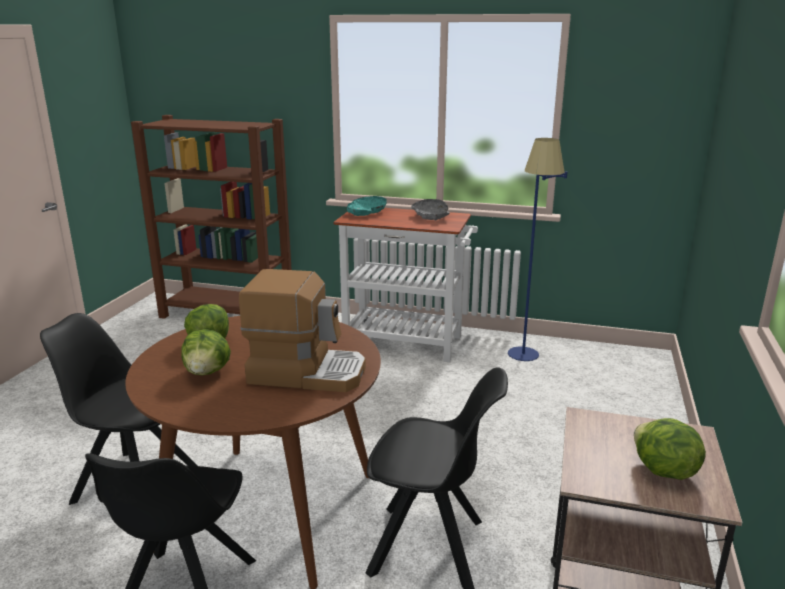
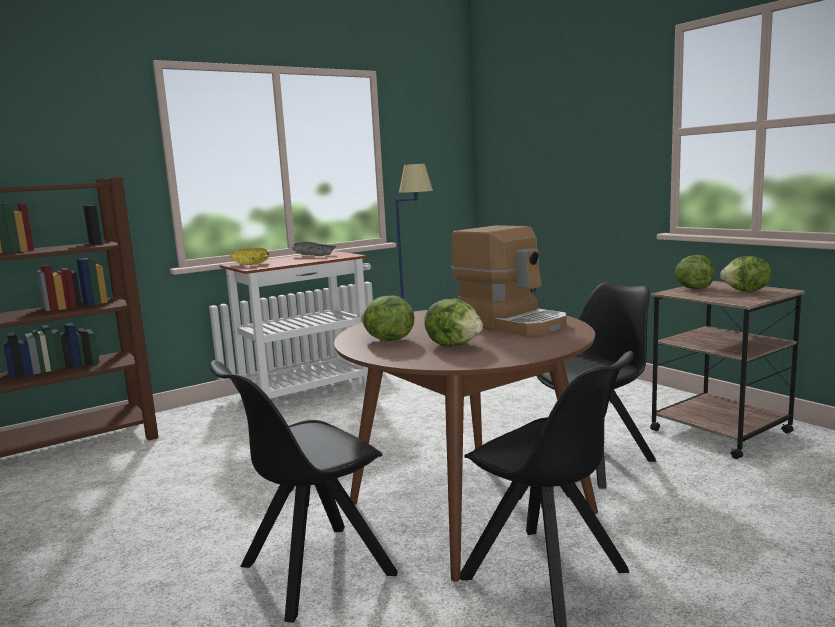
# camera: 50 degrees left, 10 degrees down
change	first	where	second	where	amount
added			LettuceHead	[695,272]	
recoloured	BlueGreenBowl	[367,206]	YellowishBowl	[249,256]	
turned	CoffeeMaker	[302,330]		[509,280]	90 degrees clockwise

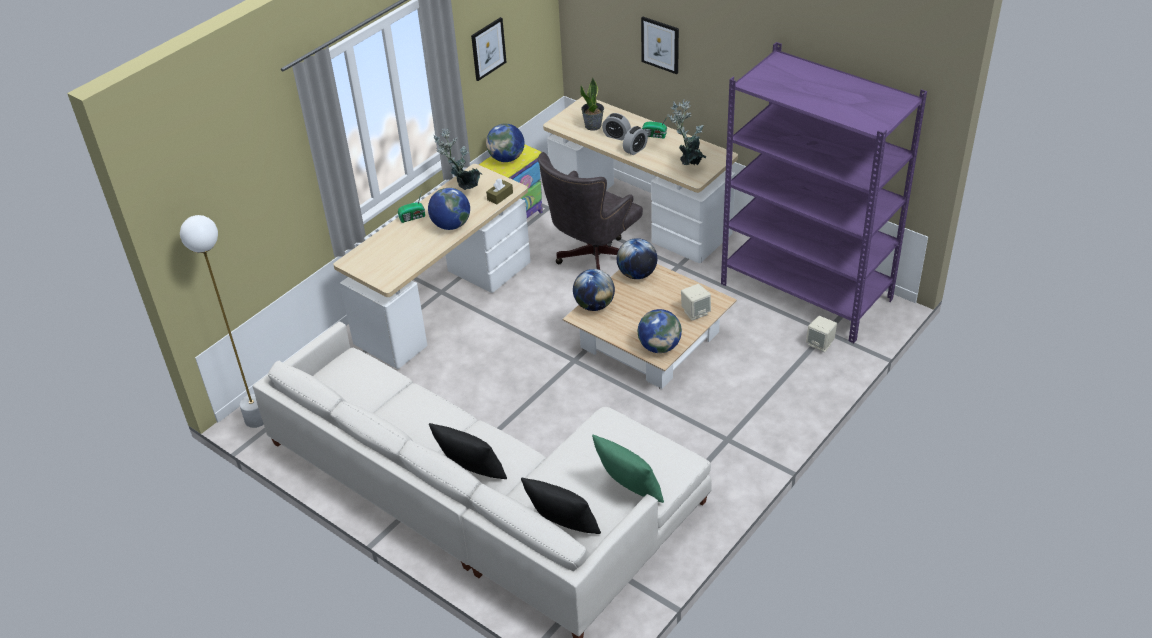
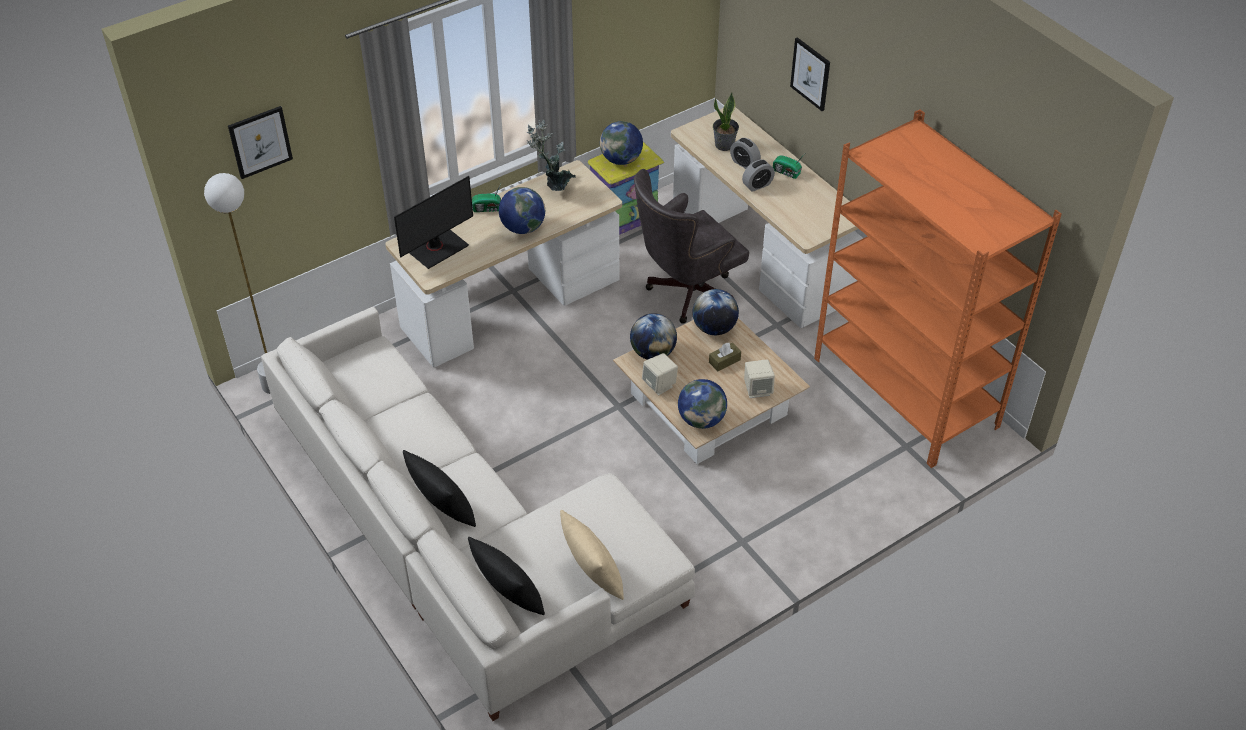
# camera: 15 degrees right, 5 degrees up
change	first	where	second	where	amount
removed	Houseplant	[687,132]			
added			Monitor	[433,222]	
moved	Picture	[489,49]		[260,142]	
moved	BrownTissueHolder	[499,191]		[725,357]	
moved	SandColouredSpeaker	[821,334]		[660,374]	
recoloured	GreenColouredThrowPillow	[628,468]	SandColouredThrowPillow	[592,555]	
recoloured	PurplishShelvingUnit	[824,192]	OrangeShelvingUnit	[937,289]	

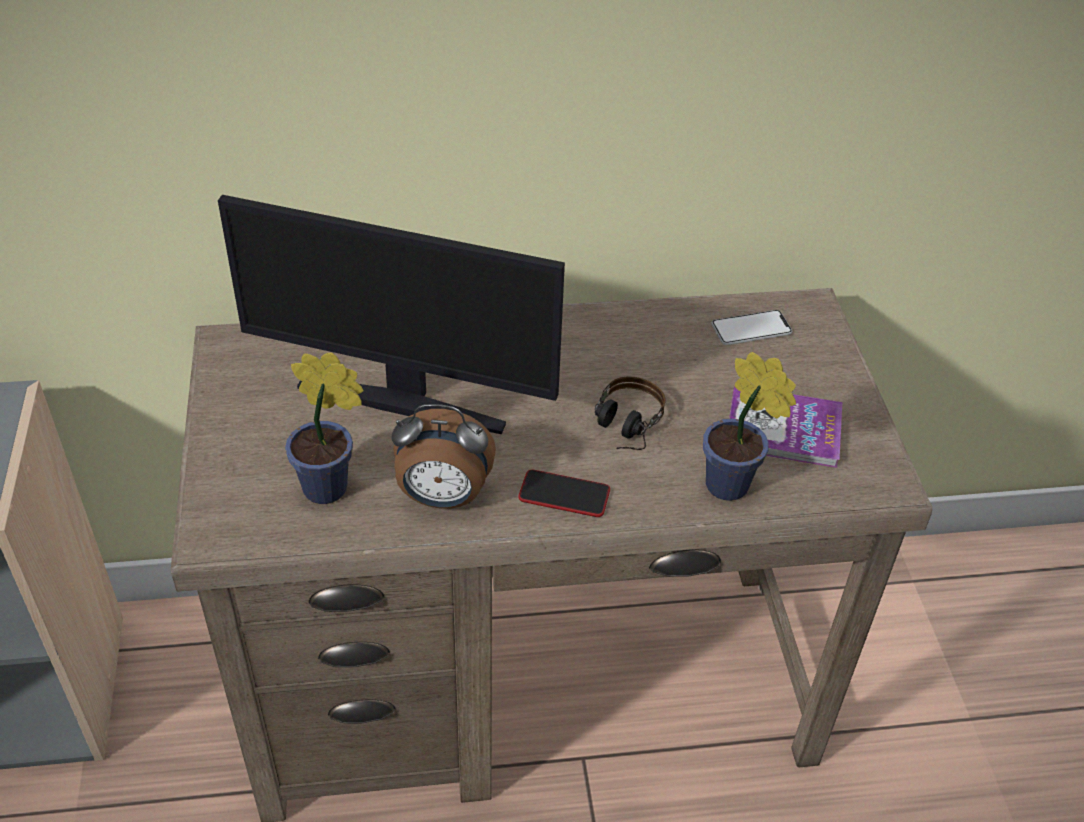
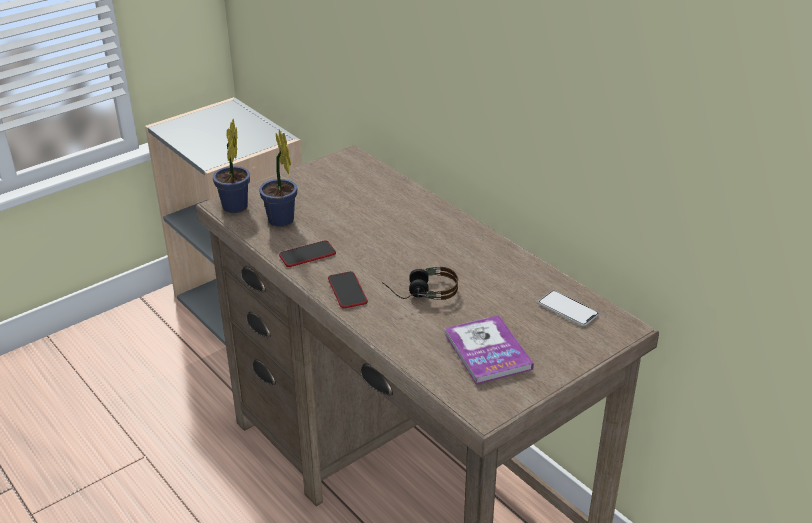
# camera: 60 degrees right, 10 degrees down
change	first	where	second	where	amount
removed	Monitor	[391,314]			
moved	Houseplant	[749,426]		[231,166]	
replaced	TableClock	[444,456]	Handset	[307,253]	

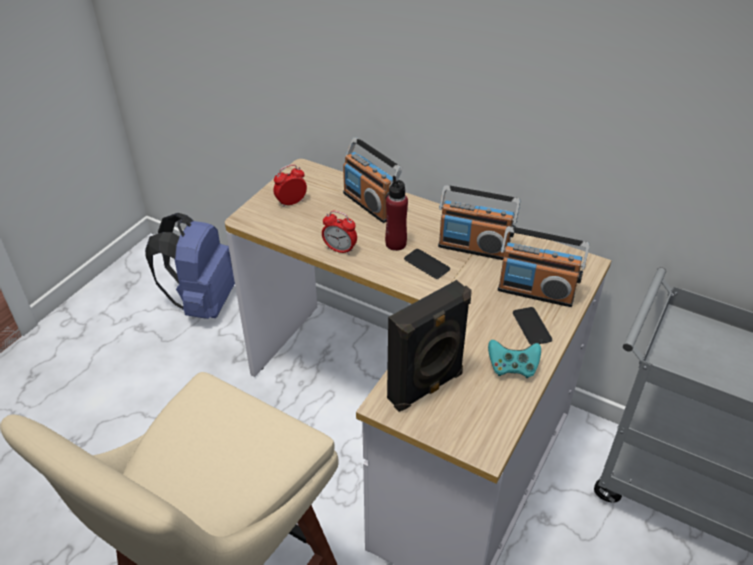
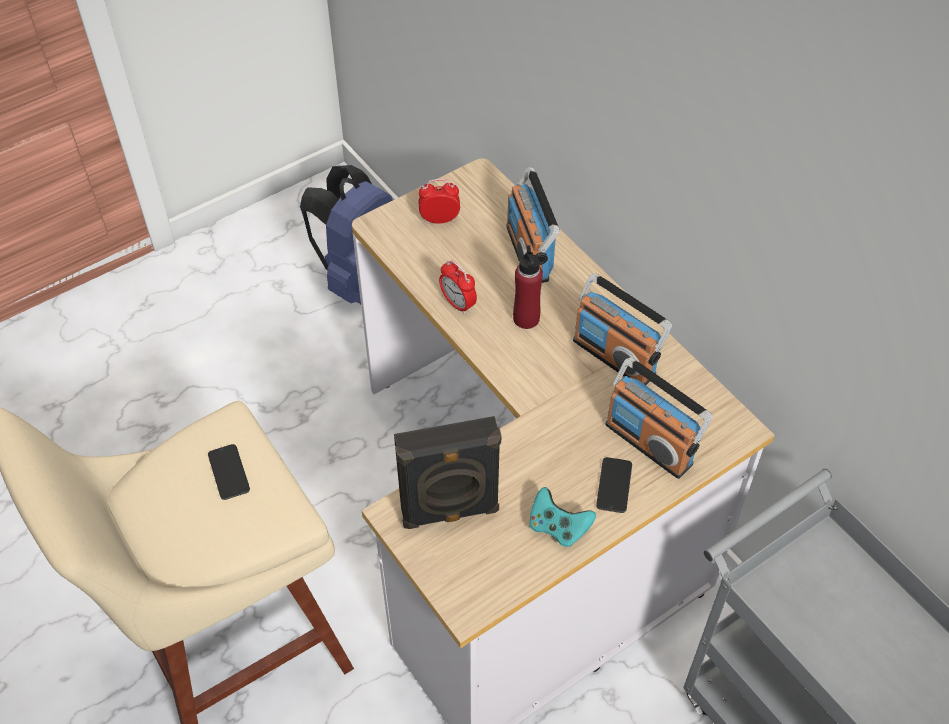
# camera: 25 degrees right, 10 degrees up
change	first	where	second	where	amount
moved	Handset	[427,264]		[229,472]	

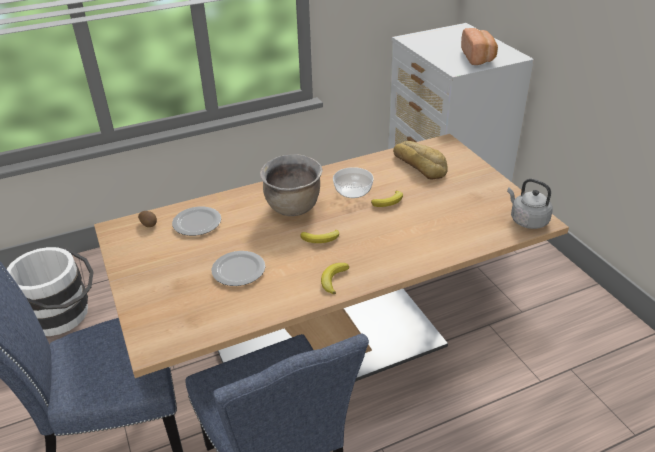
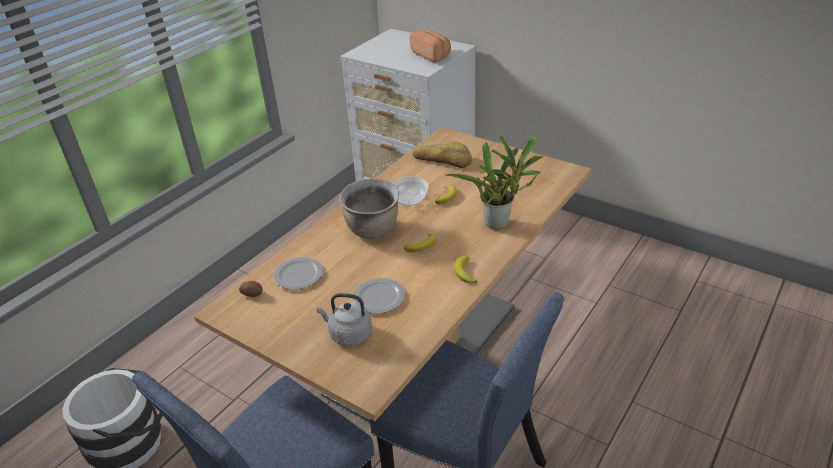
# camera: 30 degrees left, 0 degrees up
change	first	where	second	where	amount
added			Houseplant	[494,183]	
moved	GreyWaterKettle	[530,204]		[344,319]	

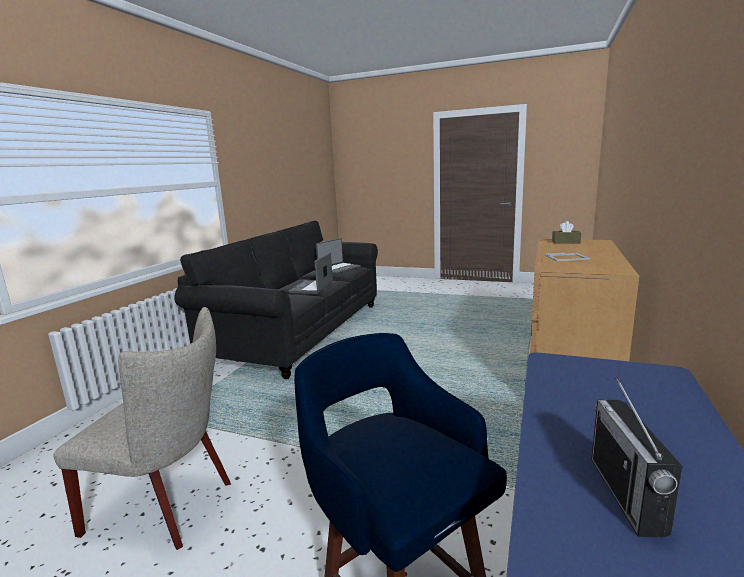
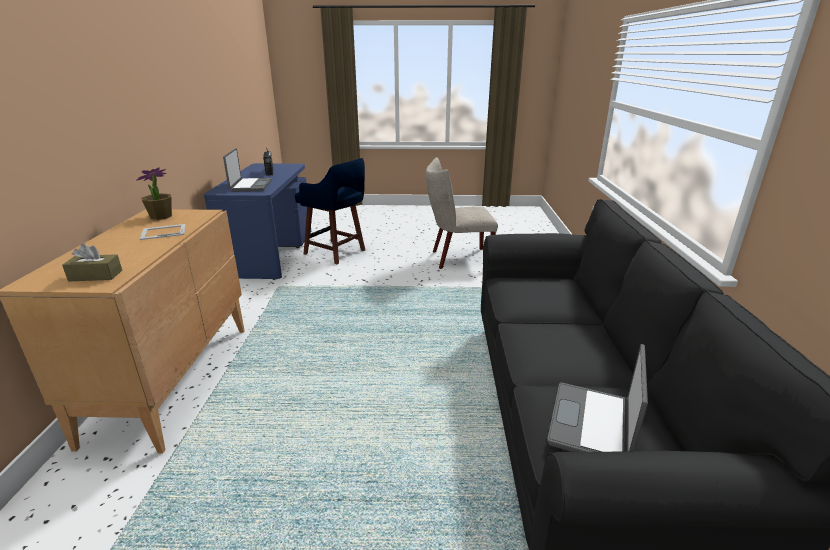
# camera: 160 degrees right, 10 degrees up
change	first	where	second	where	amount
added			Houseplant	[154,194]	
moved	Laptop	[311,273]		[247,170]	

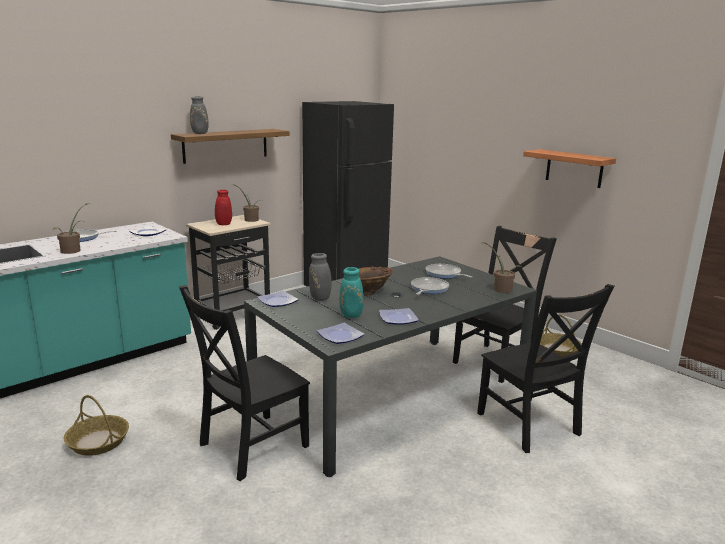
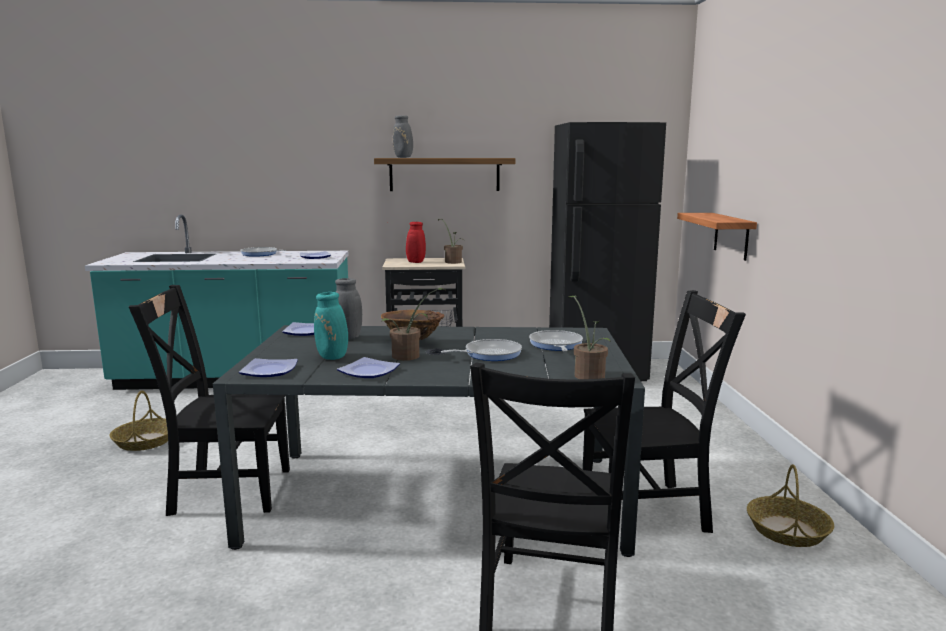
# camera: 40 degrees right, 5 degrees down
change	first	where	second	where	amount
moved	Houseplant	[73,228]		[413,324]	
moved	BracketShelf	[569,168]		[717,237]	

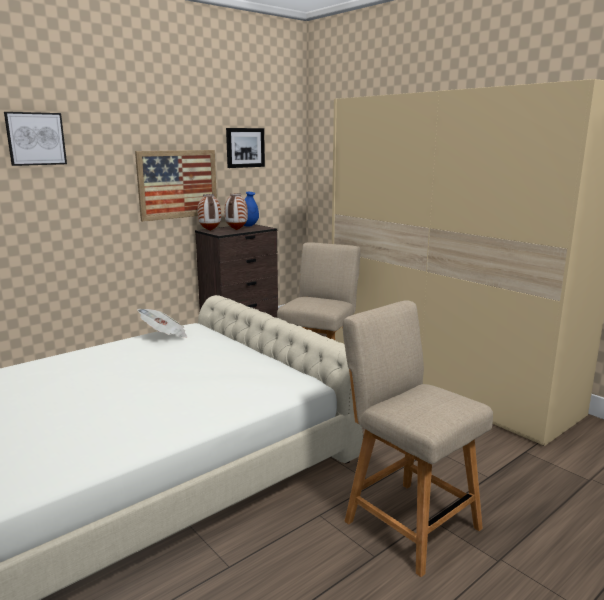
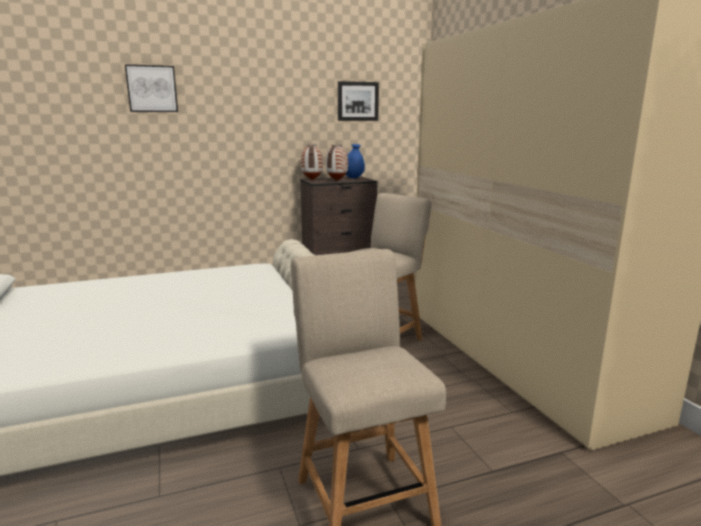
# camera: 20 degrees right, 0 degrees up
change	first	where	second	where	amount
removed	Picture	[176,186]			
removed	DailyPaper	[162,323]			

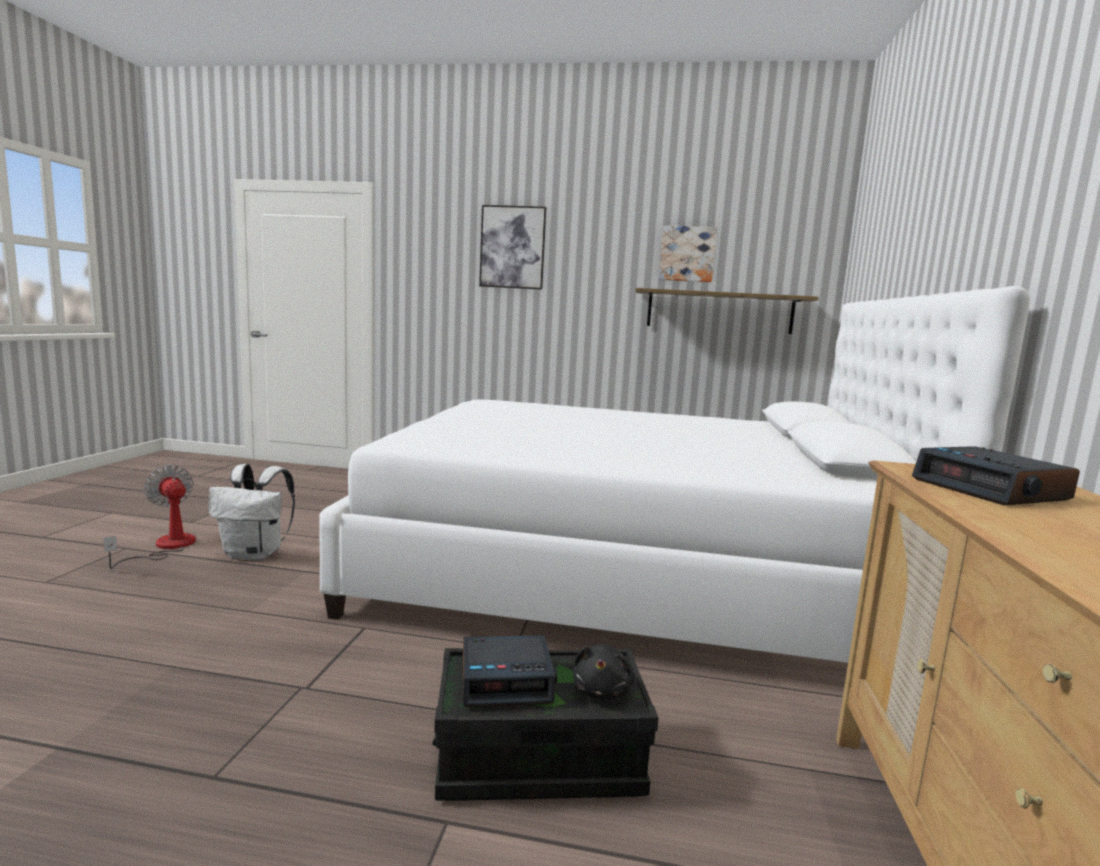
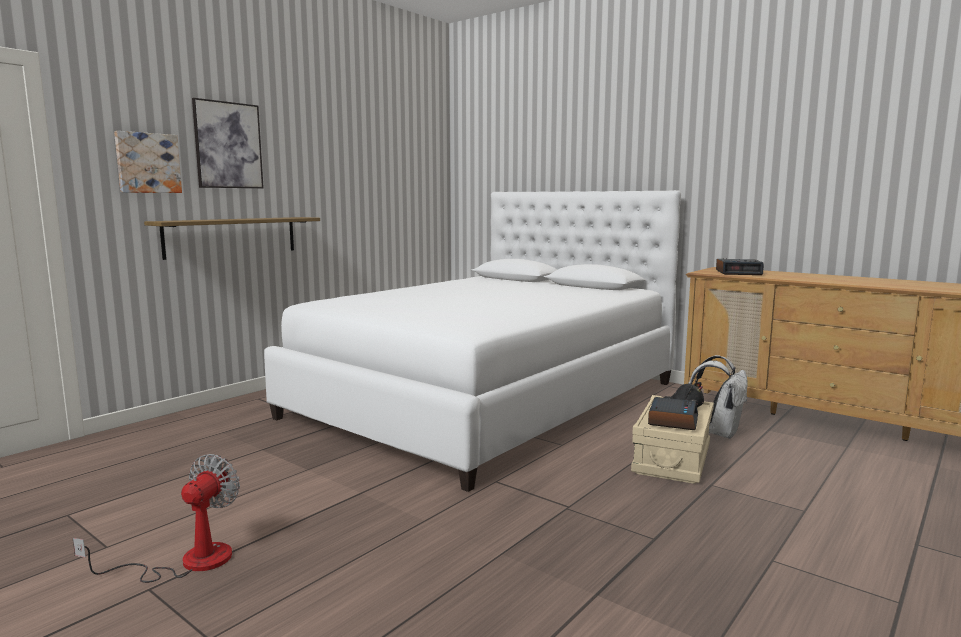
# camera: 60 degrees left, 0 degrees up
change	first	where	second	where	amount
moved	WhiteBackpack	[251,512]		[718,397]	
moved	BracketShelf	[727,311]		[232,238]	
moved	Picture	[688,253]		[148,162]	
recoloured	BlackishStorageBin	[545,724]	SandColouredStorageBin	[672,439]	
turned	ElectricFan	[149,517]		[156,518]	120 degrees clockwise

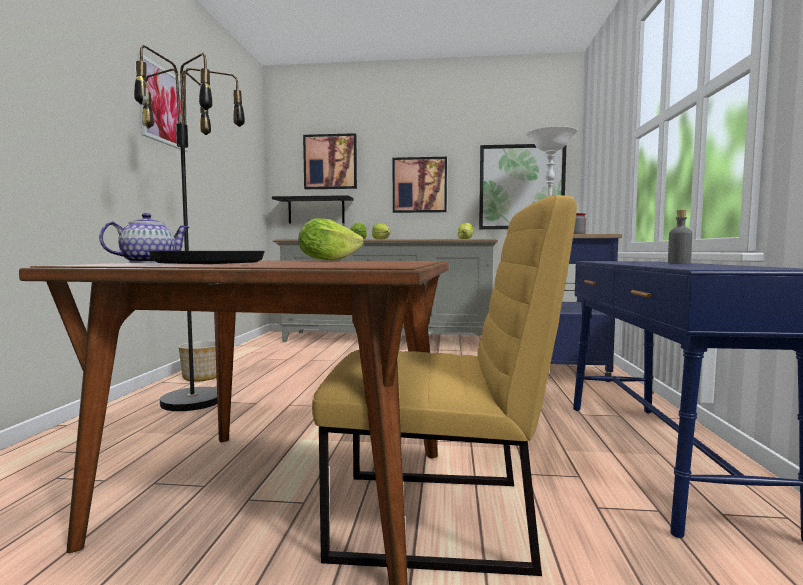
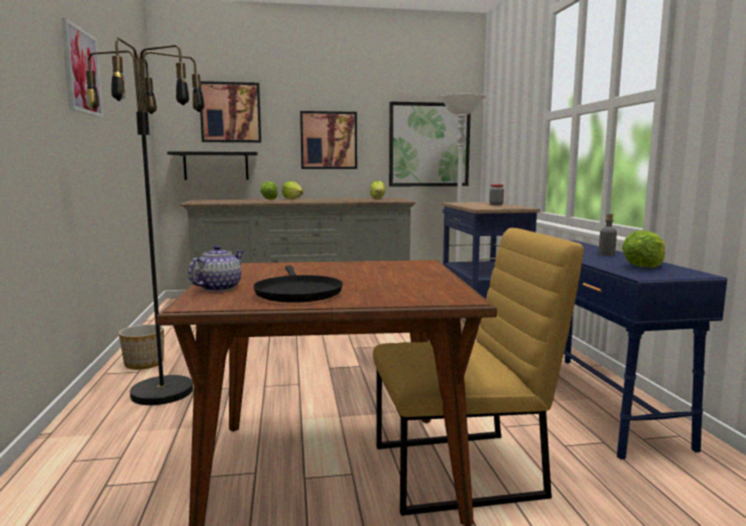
# camera: 15 degrees left, 5 degrees up
change	first	where	second	where	amount
moved	LettuceHead	[331,239]		[643,249]	

